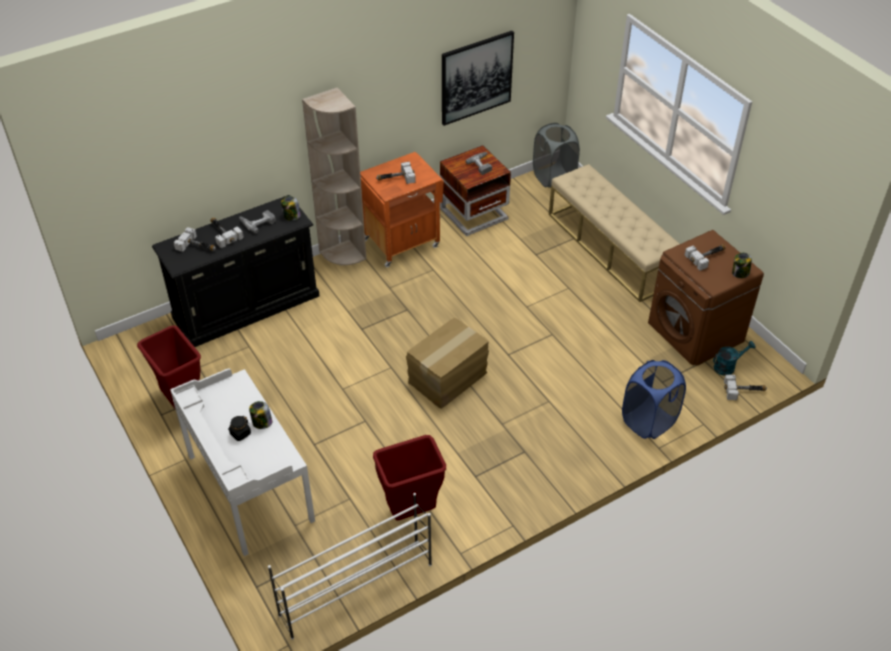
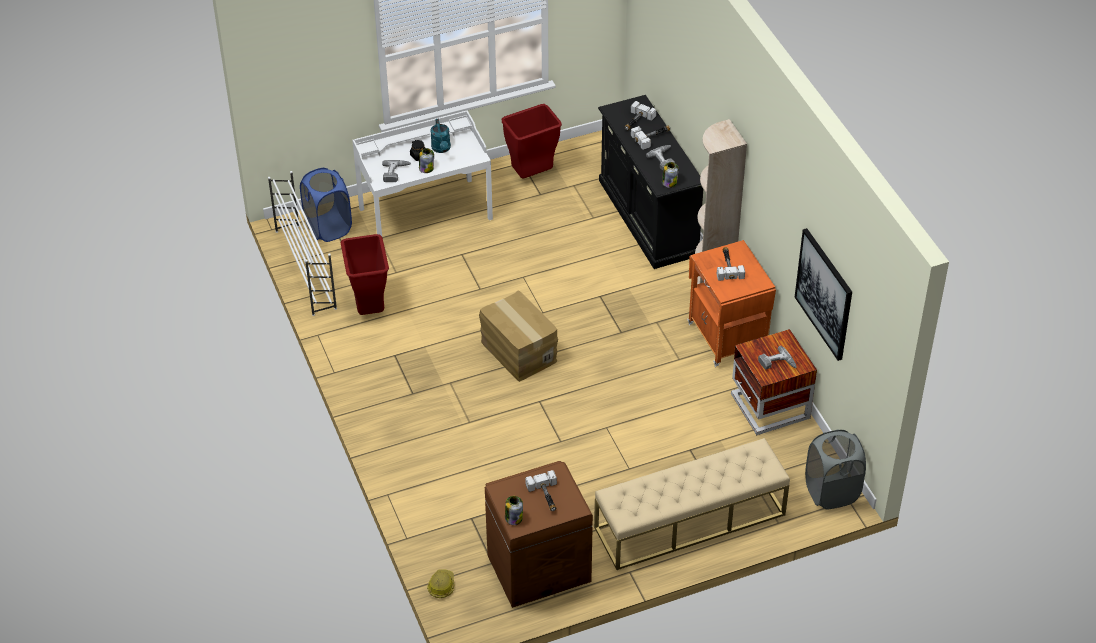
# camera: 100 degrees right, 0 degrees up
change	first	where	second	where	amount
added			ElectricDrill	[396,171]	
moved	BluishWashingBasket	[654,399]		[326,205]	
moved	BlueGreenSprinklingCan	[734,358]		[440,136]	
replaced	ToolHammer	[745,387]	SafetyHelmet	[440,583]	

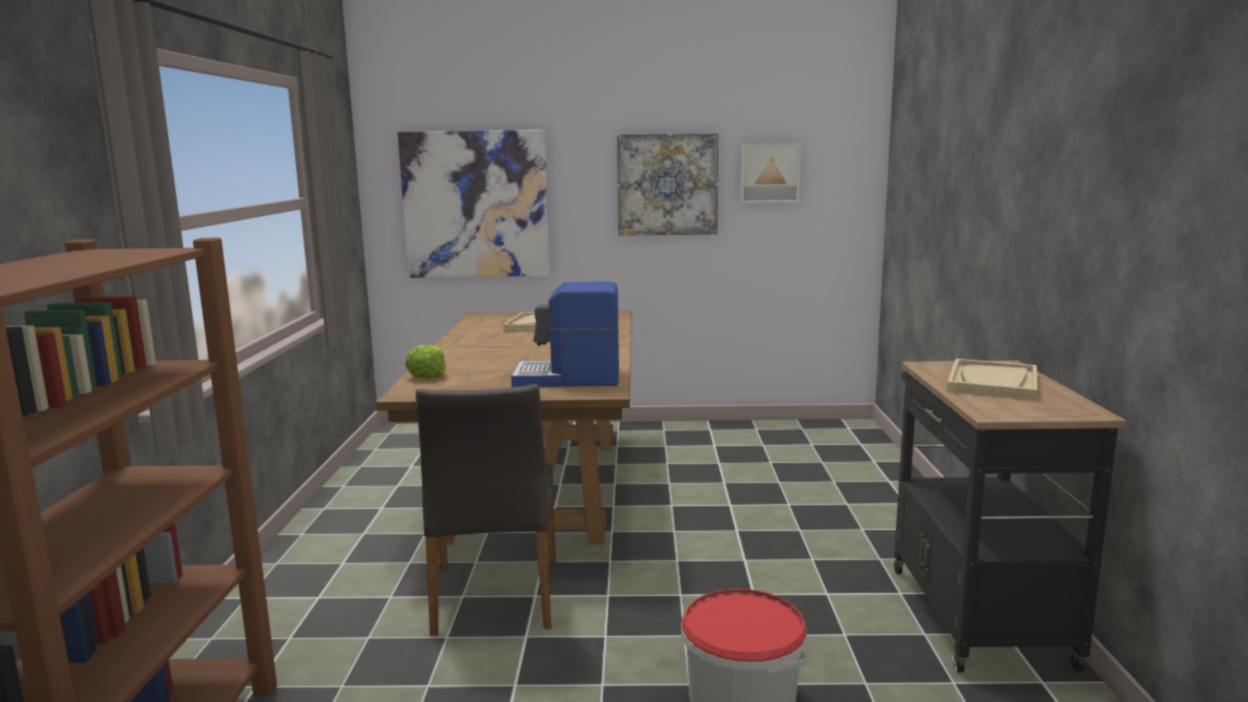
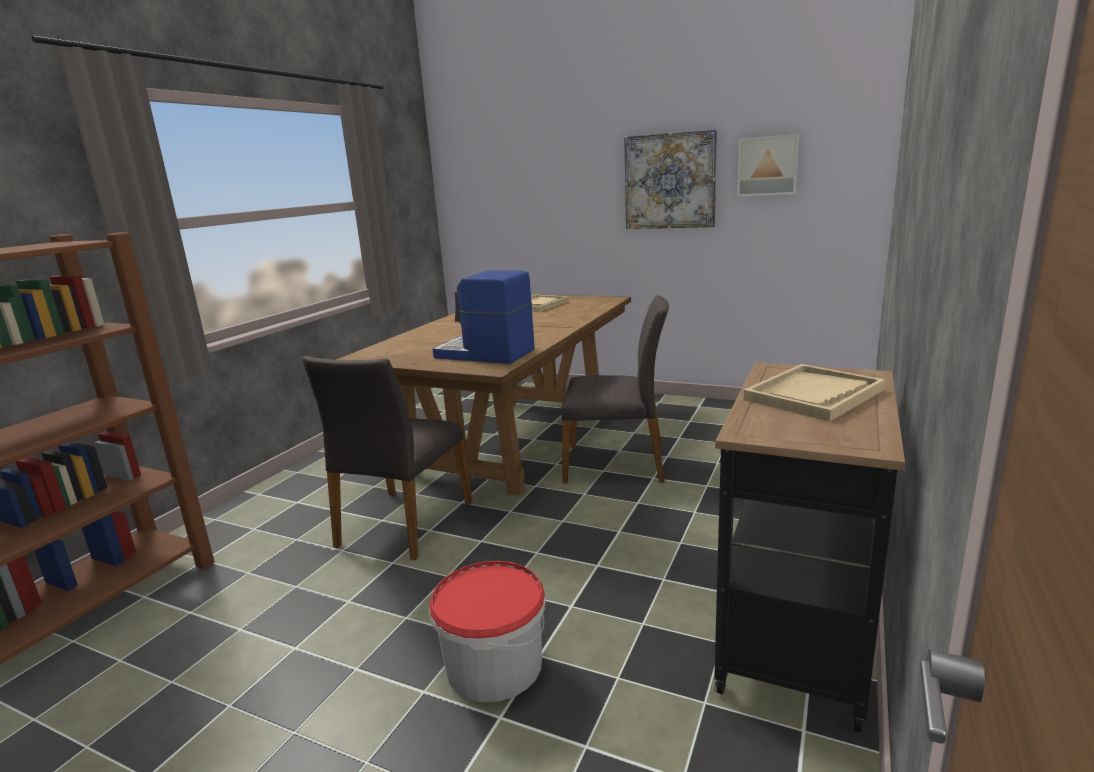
# camera: 25 degrees right, 5 degrees up
change	first	where	second	where	amount
removed	Picture	[474,204]			
removed	LettuceHead	[425,362]			
added			GreyChair	[615,389]	

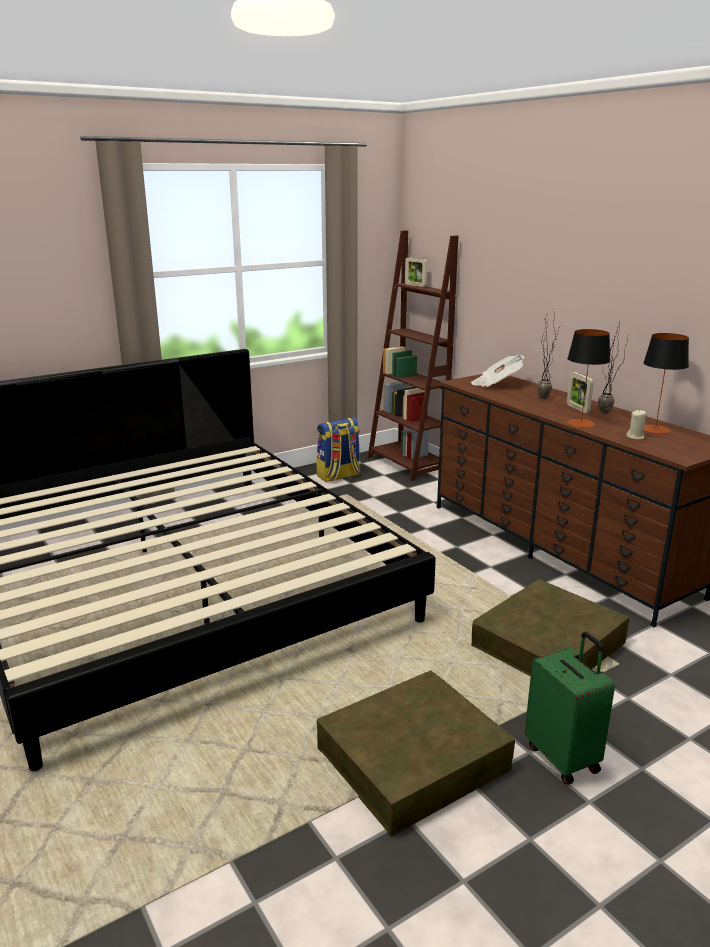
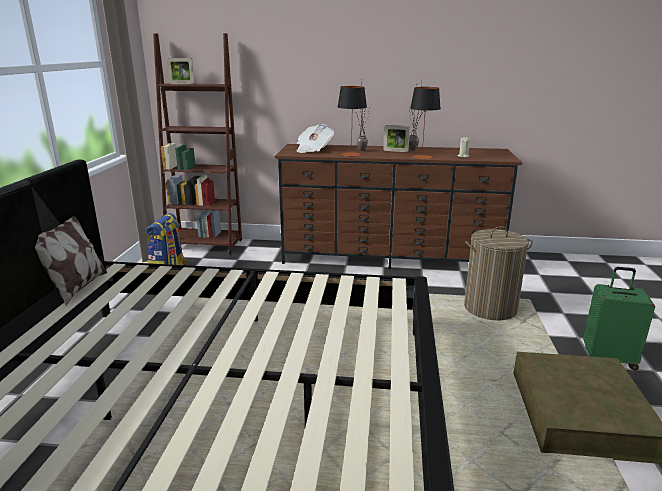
# camera: 50 degrees left, 0 degrees up
change	first	where	second	where	amount
added			ThrowPillow	[71,261]	
moved	TableLamp	[666,383]		[352,121]	
replaced	BrownStorageBin	[550,627]	WashingBasket	[498,273]	

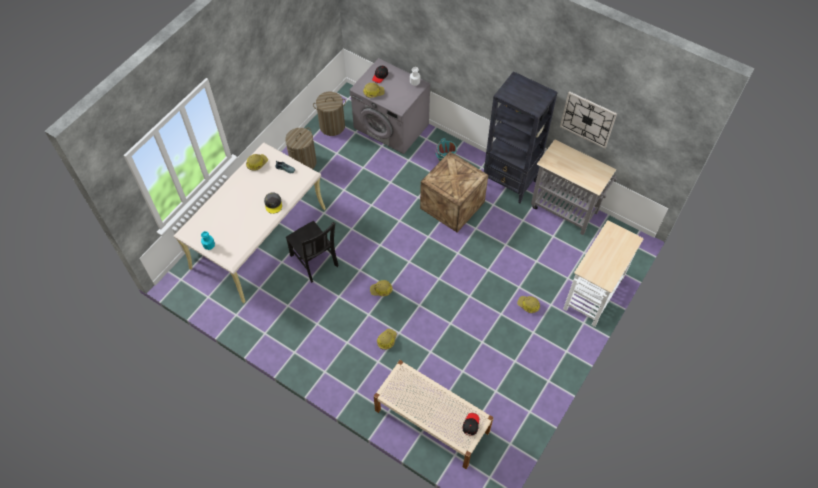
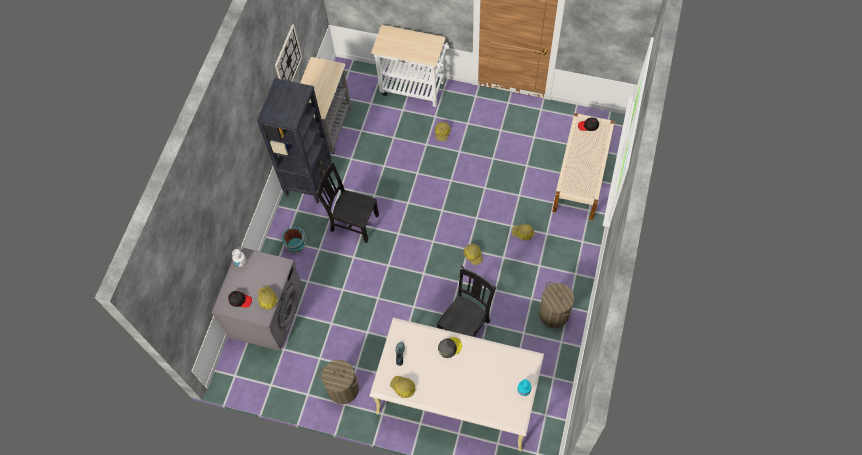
# camera: 105 degrees left, 5 degrees up
change	first	where	second	where	amount
moved	WashingBasket	[329,114]		[556,305]	
replaced	Crate	[454,192]	BlackishChair	[347,202]	

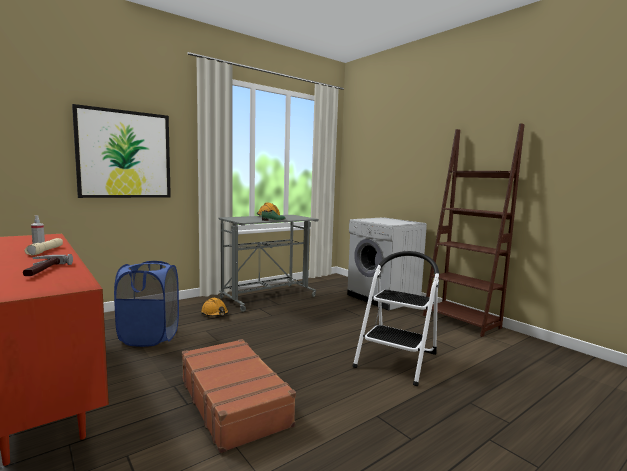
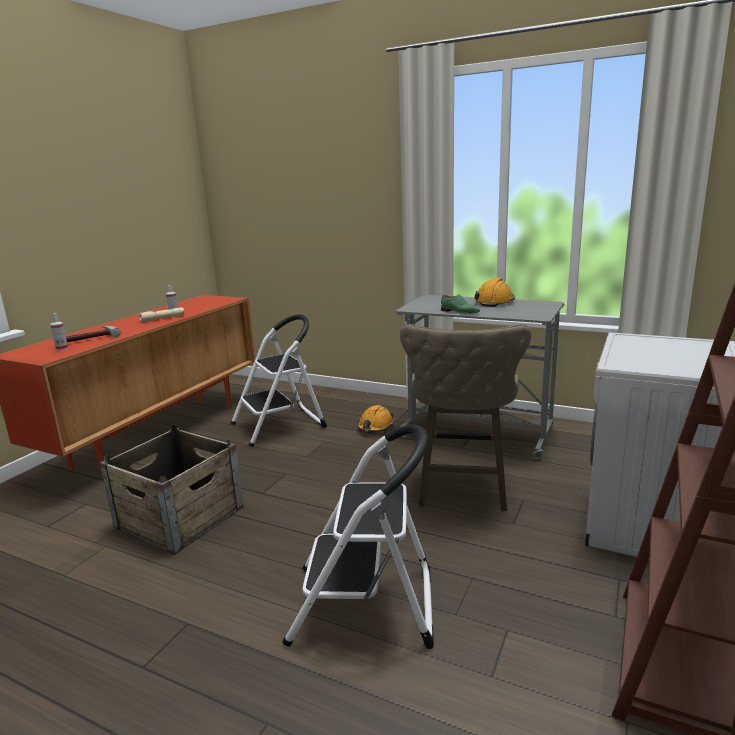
# camera: 65 degrees right, 10 degrees up
change	first	where	second	where	amount
removed	Picture	[121,151]			
added			Sprayer	[59,331]	
added			SandColouredStool	[466,417]	
replaced	BluishWashingBasket	[146,304]	StepLadder	[278,380]	
replaced	BrownPieceOfLuggage	[239,396]	Crate	[172,489]	

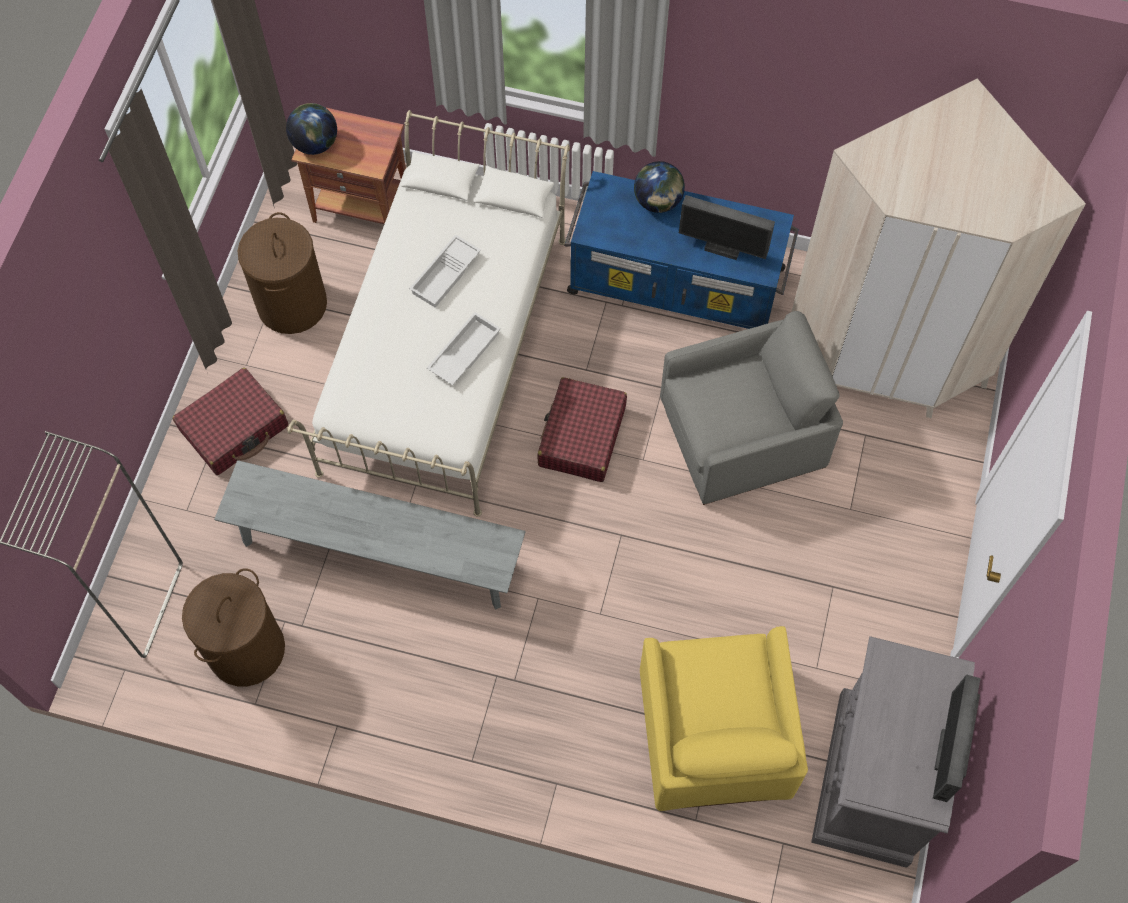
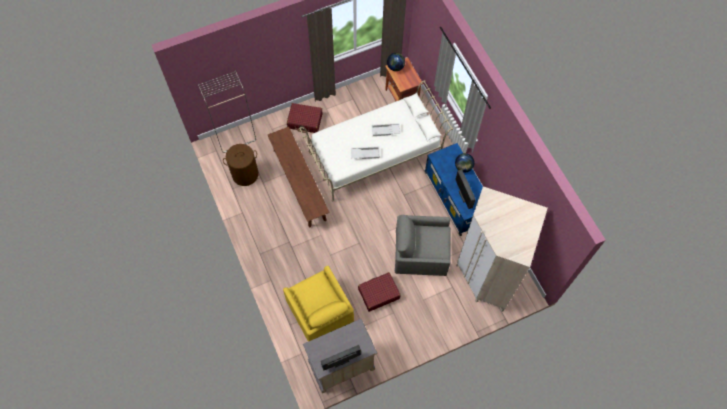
# camera: 50 degrees right, 0 degrees up
change	first	where	second	where	amount
removed	BrownWashingBasket	[282,273]			
moved	RedColouredPieceOfLuggage	[582,429]		[379,292]	
recoloured	GreyBench	[370,535]	BrownBench	[299,177]	
turned	YellowishLoungeChair	[724,718]		[318,303]	75 degrees counterclockwise
turned	GreyLoungeChair	[751,408]		[423,245]	150 degrees clockwise

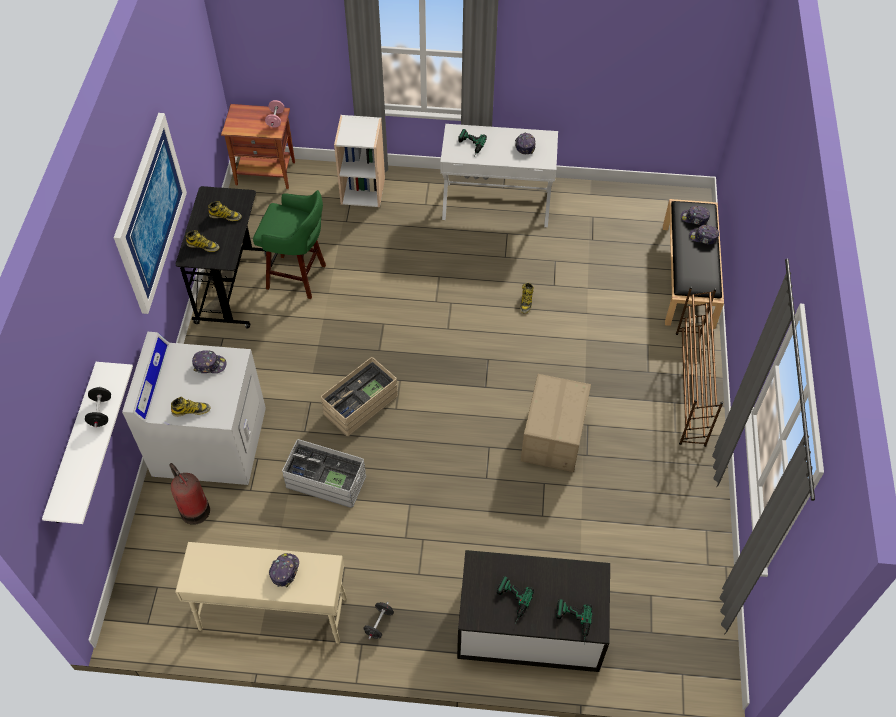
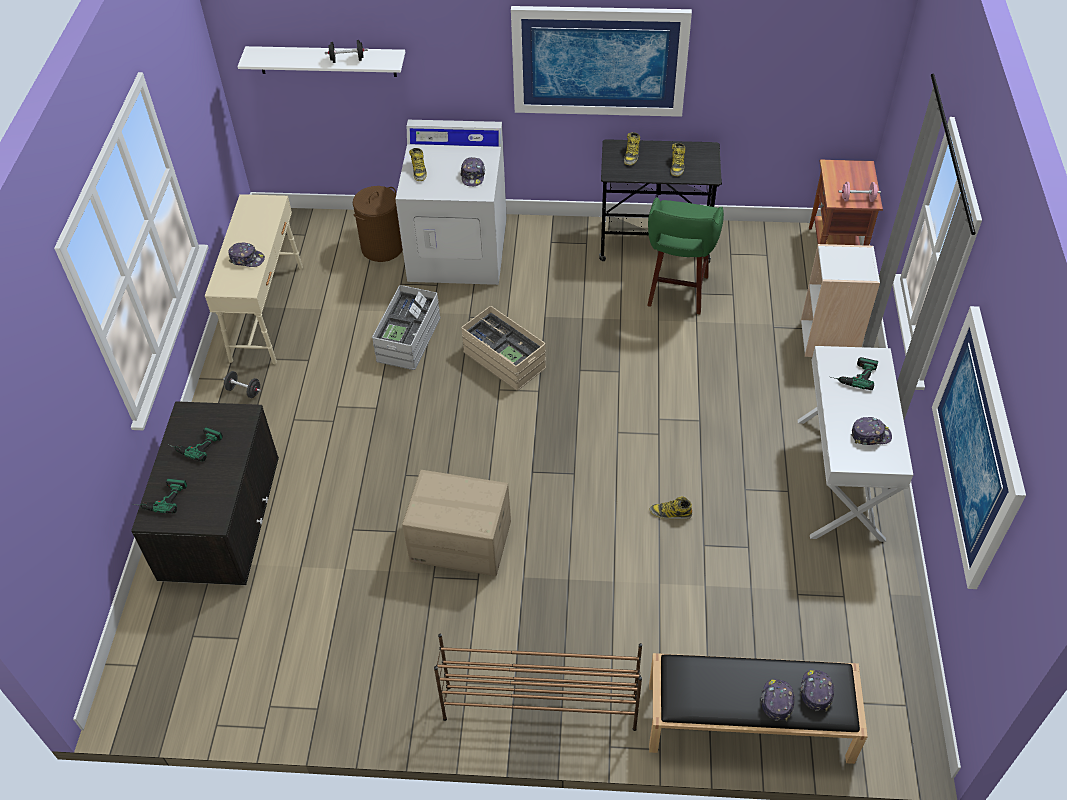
# camera: 90 degrees right, 5 degrees down
change	first	where	second	where	amount
added			Picture	[979,447]	
replaced	FireFightingCylinder	[189,494]	BrownWashingBasket	[378,224]	

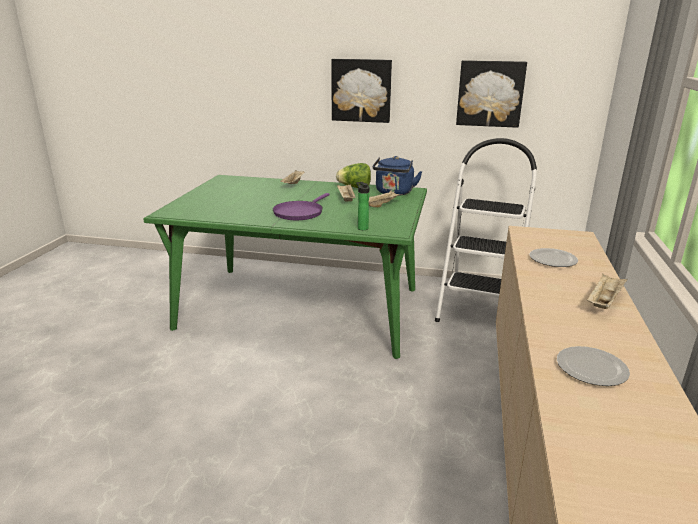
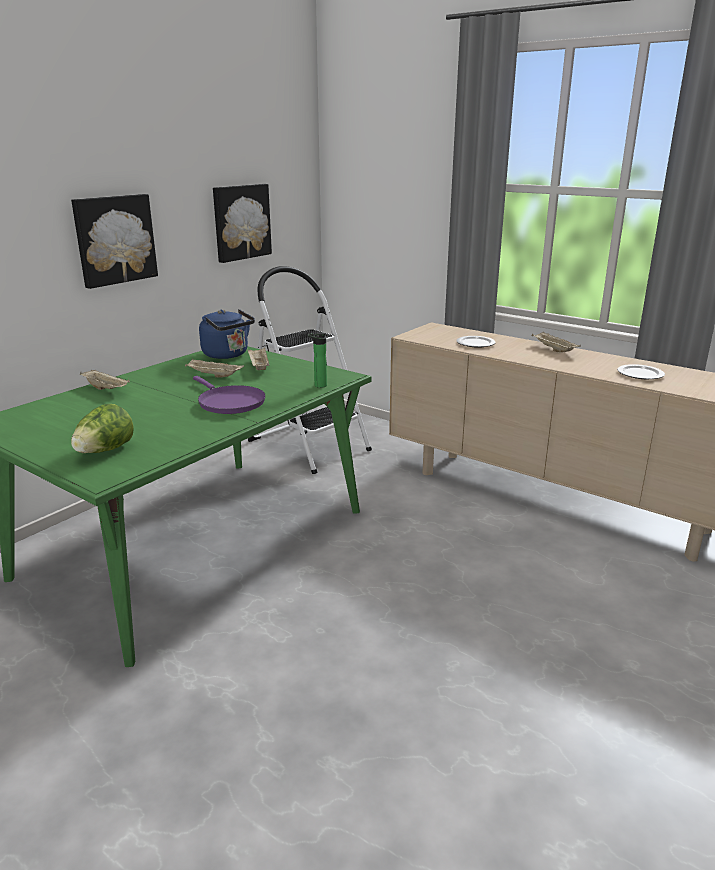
# camera: 65 degrees left, 0 degrees up
change	first	where	second	where	amount
moved	LettuceHead	[353,175]		[102,428]	

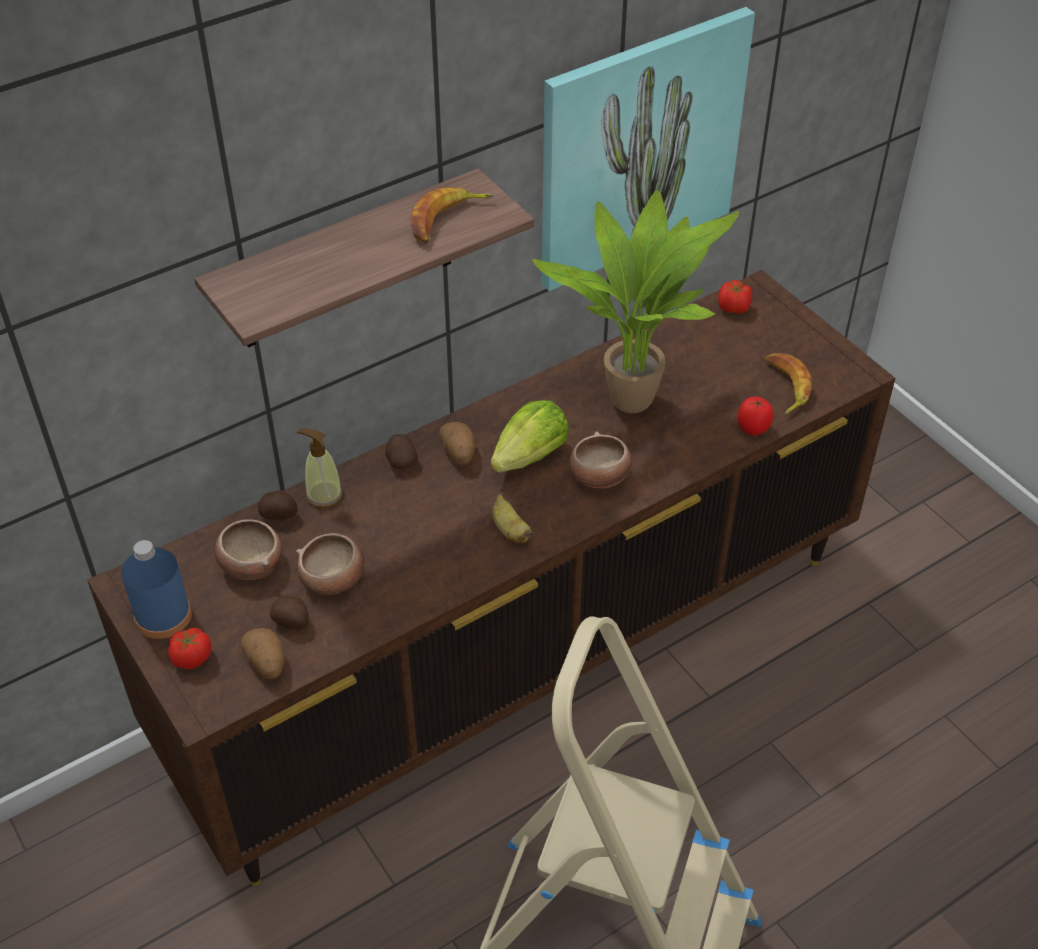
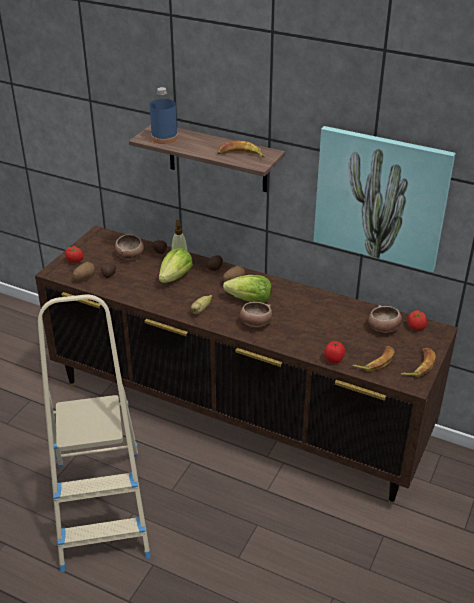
# camera: 60 degrees right, 10 degrees down
change	first	where	second	where	amount
removed	Houseplant	[635,301]			
added			LettuceHead	[176,265]	
added			WholeBanana	[418,362]	
moved	BluishDrinkBottle	[156,589]		[163,115]	
moved	Bowl	[330,564]		[385,319]	

